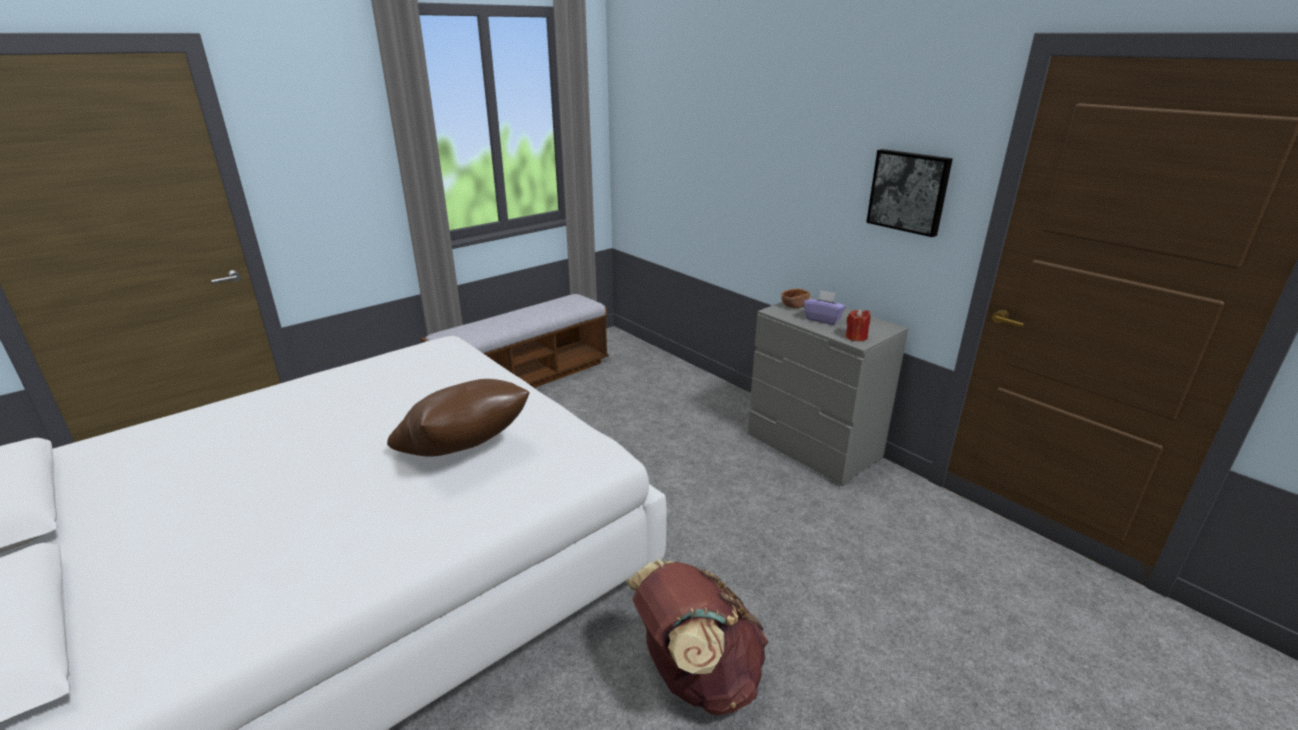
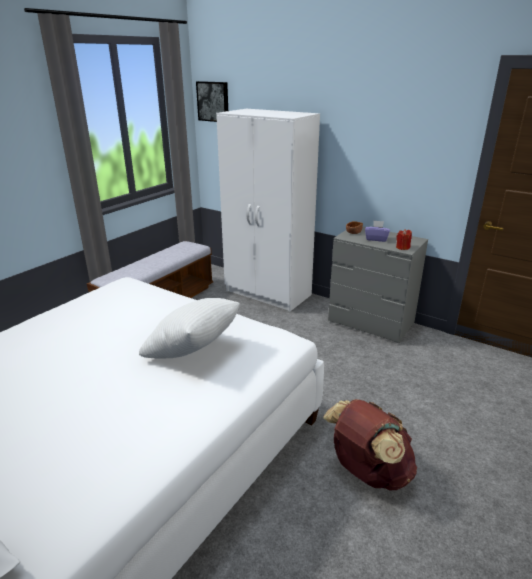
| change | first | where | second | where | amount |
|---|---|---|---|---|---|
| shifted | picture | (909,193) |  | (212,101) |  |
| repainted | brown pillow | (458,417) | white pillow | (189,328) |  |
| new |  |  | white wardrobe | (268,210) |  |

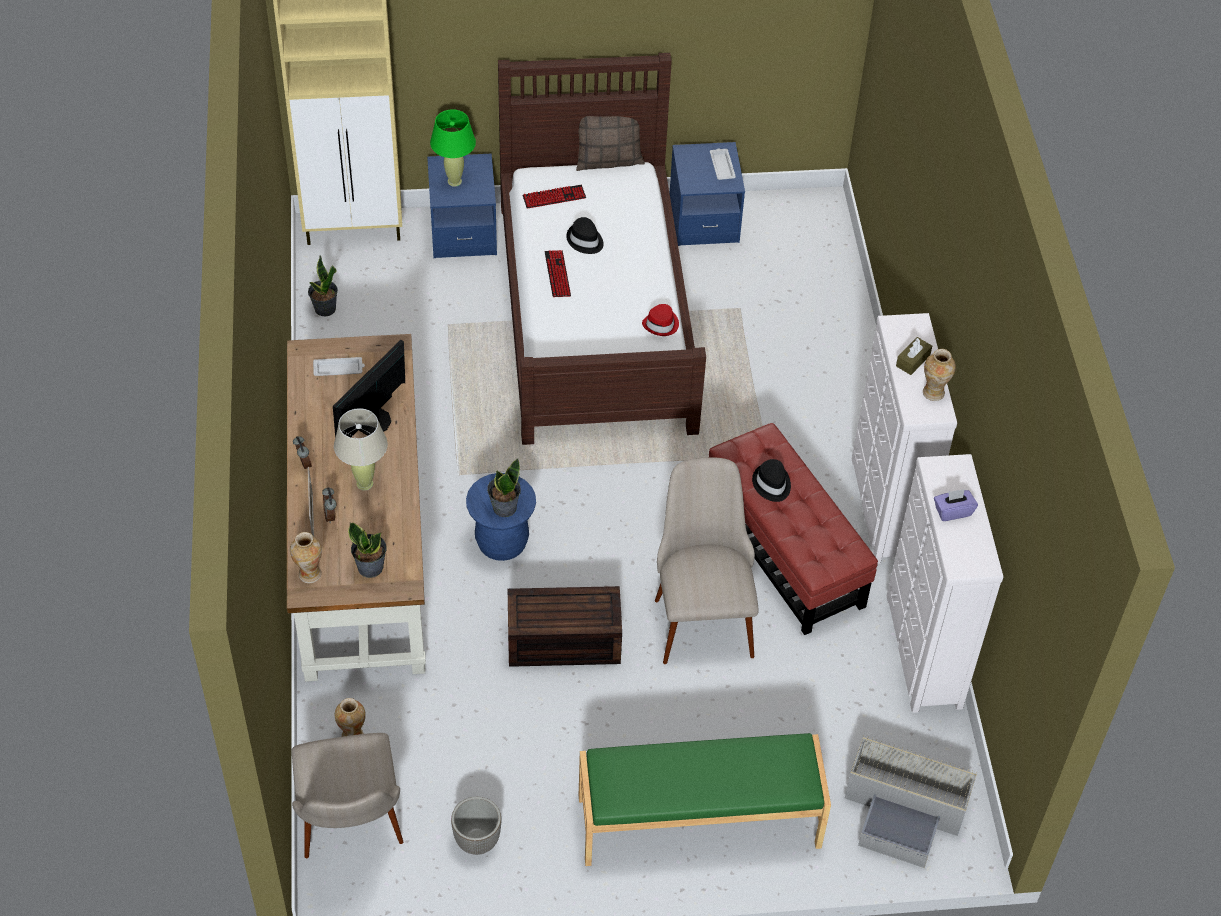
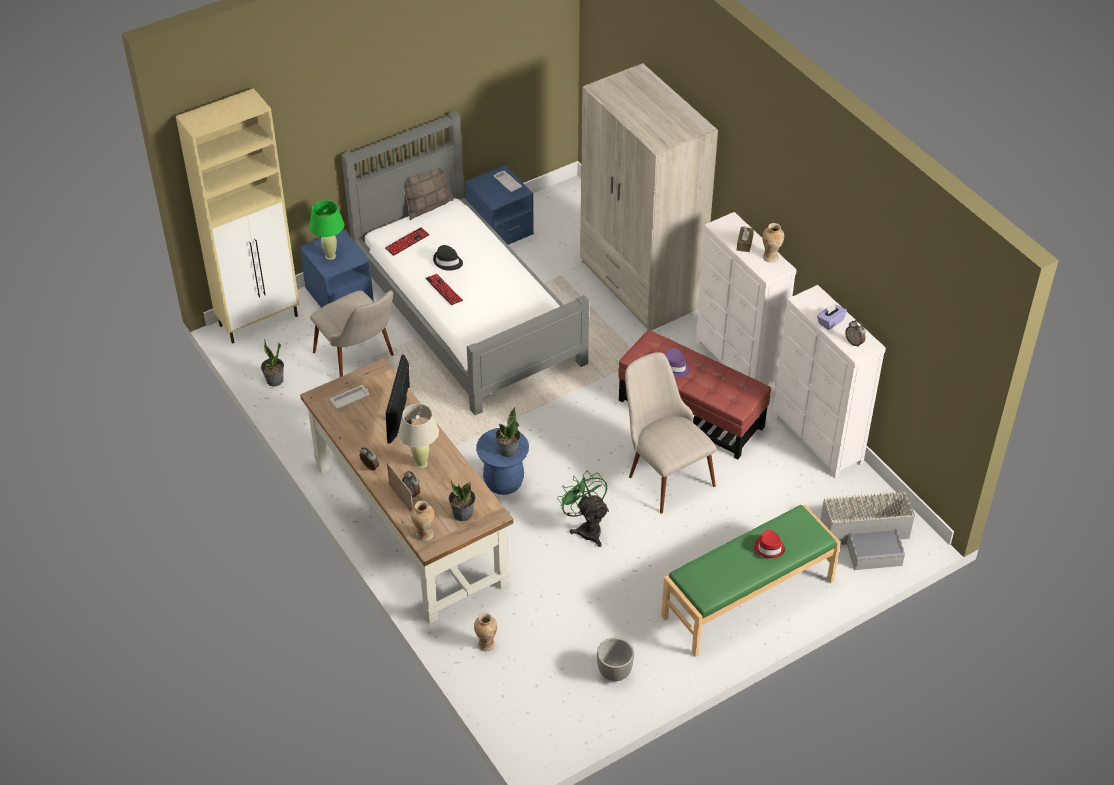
| change | first | where | second | where | amount |
|---|---|---|---|---|---|
| repainted | brown bed | (602,249) | grey bed | (465,263) |  |
| shifted | red hat | (660,320) |  | (769,544) |  |
| repainted | black hat | (771,480) | purple hat | (677,362) |  |
| swapped | brown storage box | (565,626) | green fan | (583,509) |  |
| shifted | beige chair | (347,795) |  | (352,333) |  |
| new |  |  | beige wardrobe | (649,197) |  |
| new |  |  | alarm clock | (855,333) |  |

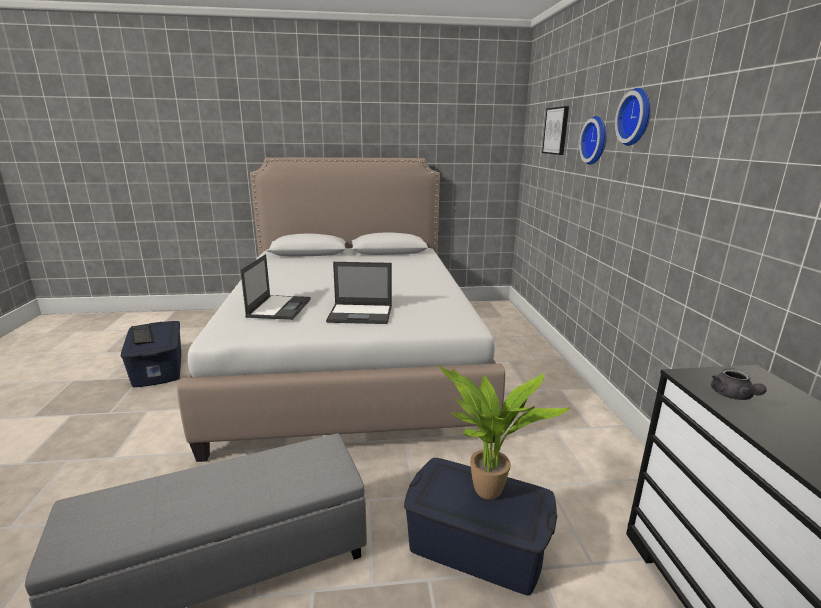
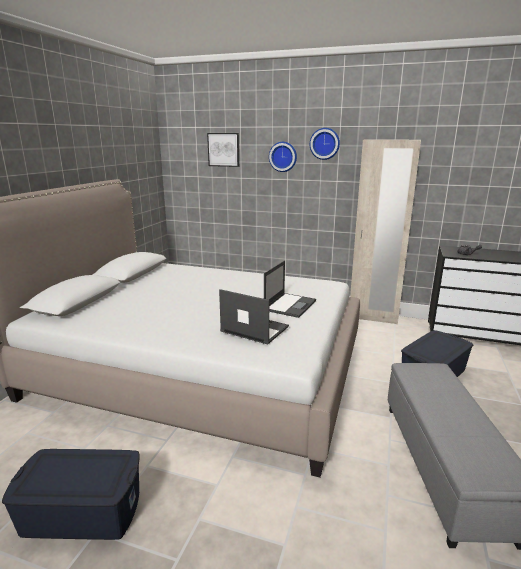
| change | first | where | second | where | amount |
|---|---|---|---|---|---|
| gone | keyboard | (143,335) |  |  |  |
| gone | potted plant | (504,432) |  |  |  |
| new |  |  | beige wardrobe | (385,231) |  |

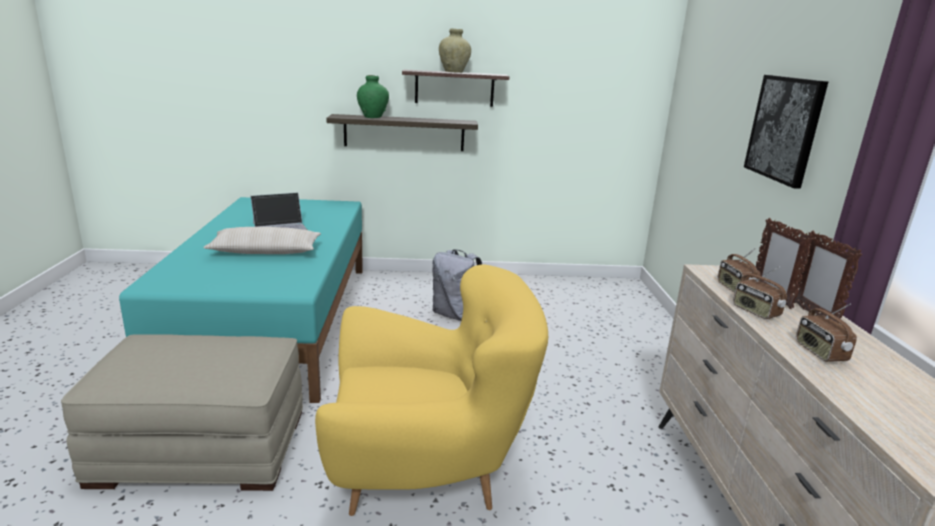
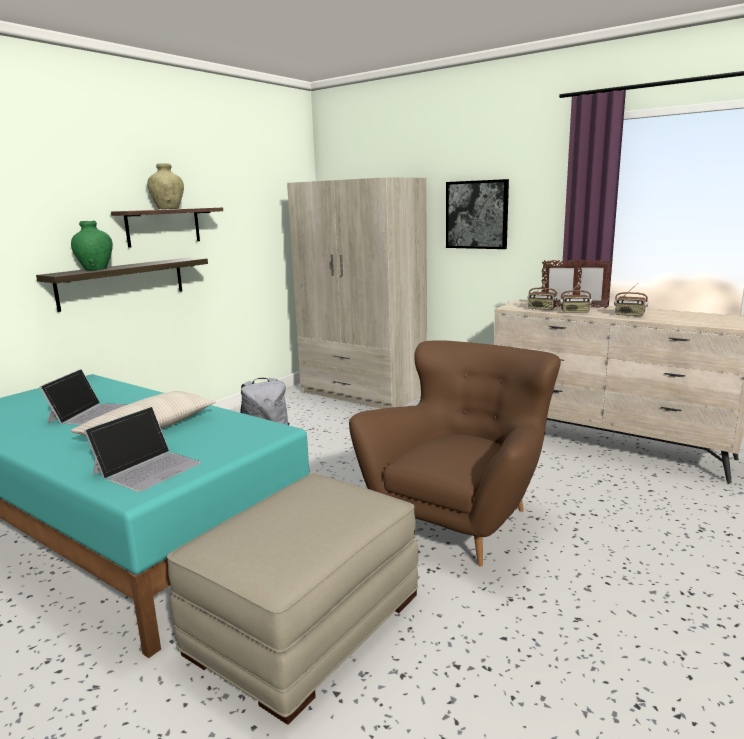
| change | first | where | second | where | amount |
|---|---|---|---|---|---|
| repainted | yellow armchair | (431,390) | brown armchair | (455,453) |  |
| new |  |  | beige wardrobe | (357,293) |  |
| new |  |  | laptop | (142,449) |  |

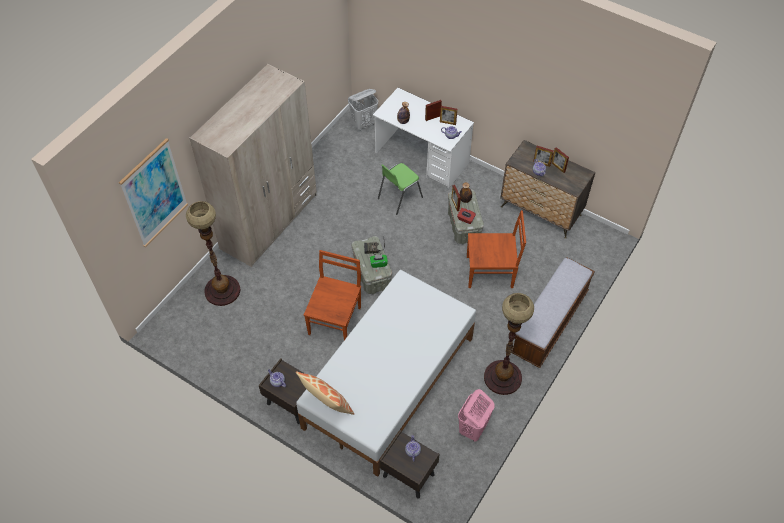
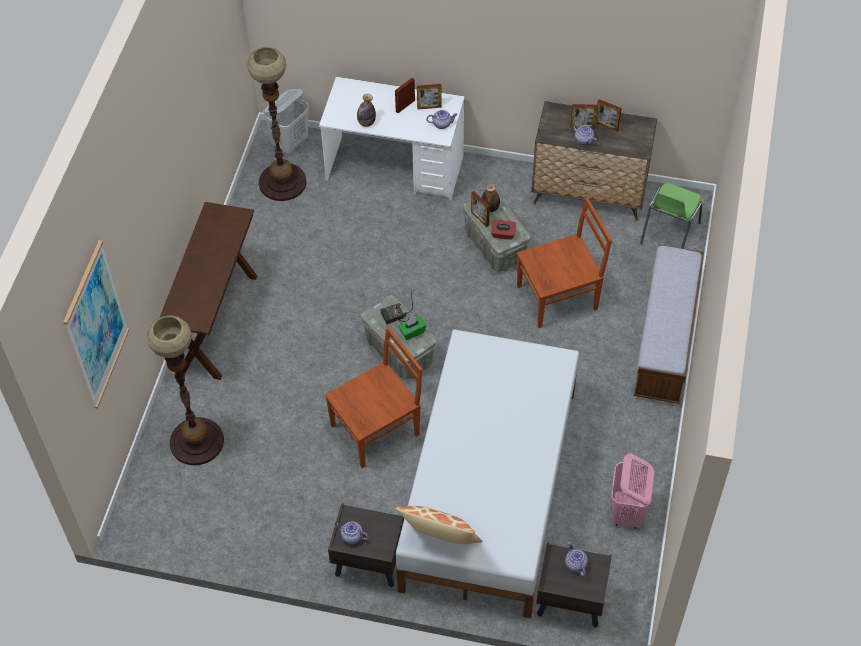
| change | first | where | second | where | amount |
|---|---|---|---|---|---|
| swapped | beige wardrobe | (253,165) | brown console table | (208,291) |  |
| shifted | green chair | (400,189) |  | (671,215) |  |
| rotated | brown chair | (332,295) |  | (373,397) | 60 degrees clockwise |
| shifted | floor lamp | (509,344) |  | (277,124) |  |

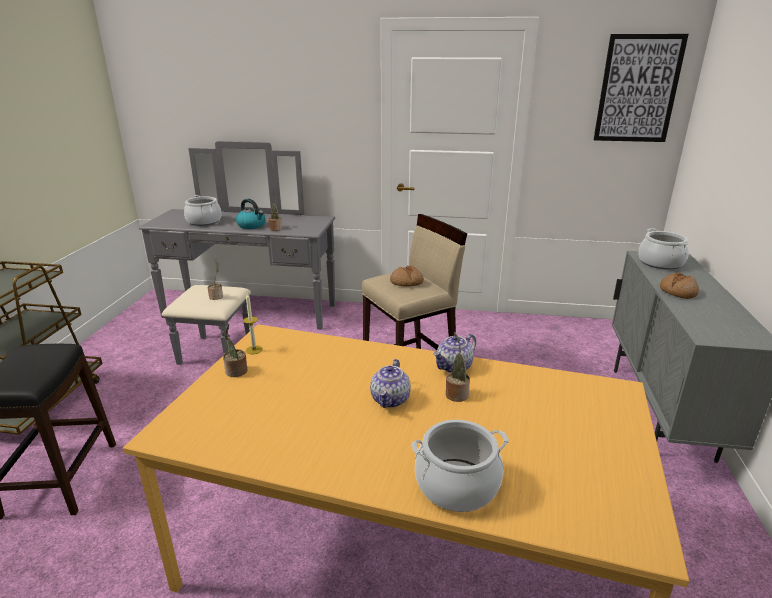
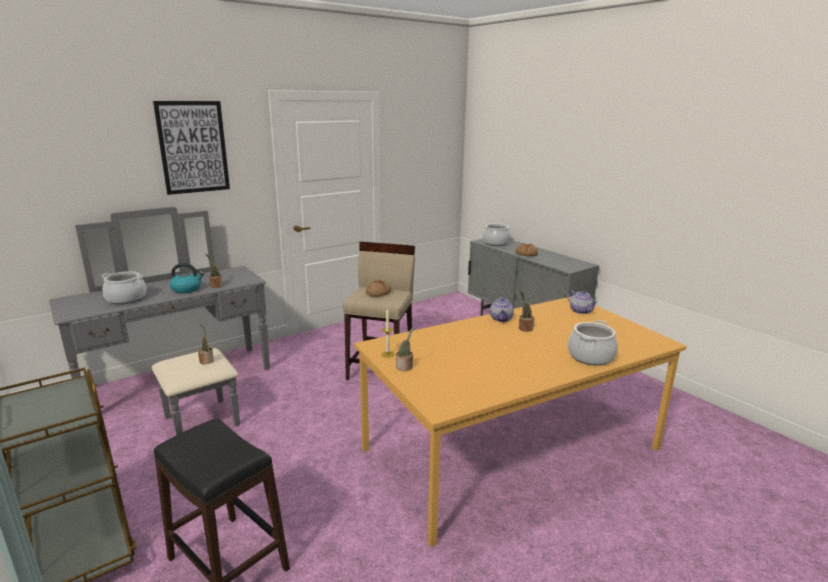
| change | first | where | second | where | amount |
|---|---|---|---|---|---|
| shifted | picture | (641,88) |  | (191,148) |  |
| shifted | teapot | (390,383) |  | (582,302) |  |

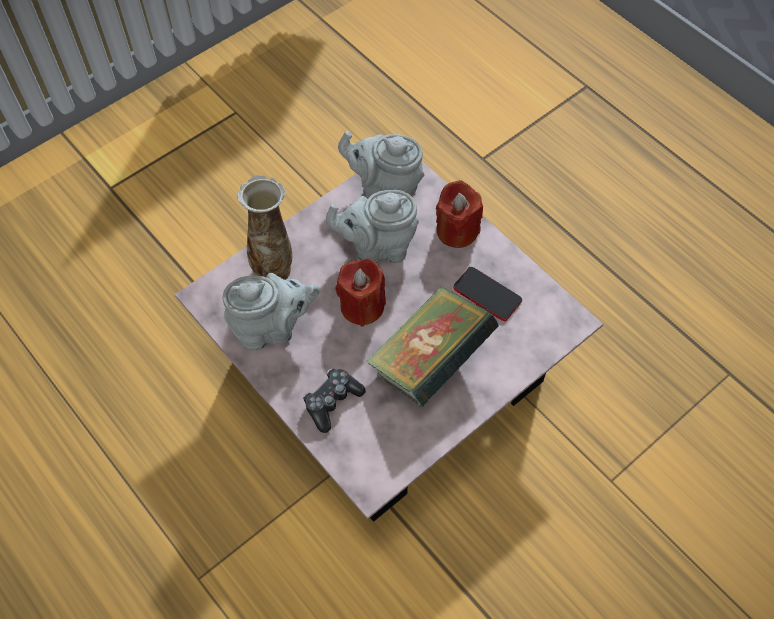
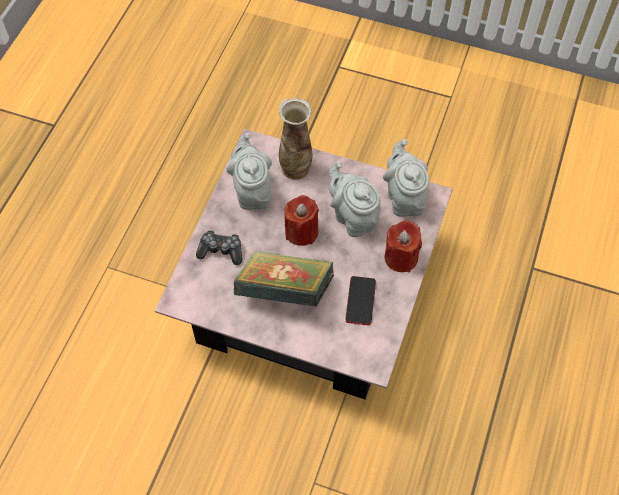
| change | first | where | second | where | amount |
|---|---|---|---|---|---|
| rotated | grey teapot | (271,312) |  | (249,171) | 150 degrees counterclockwise |

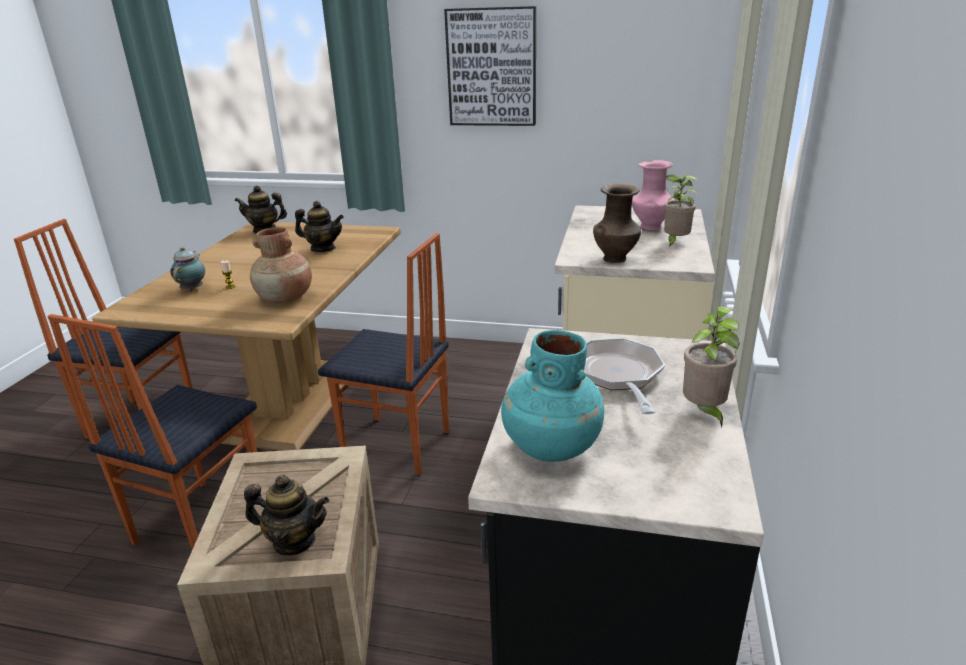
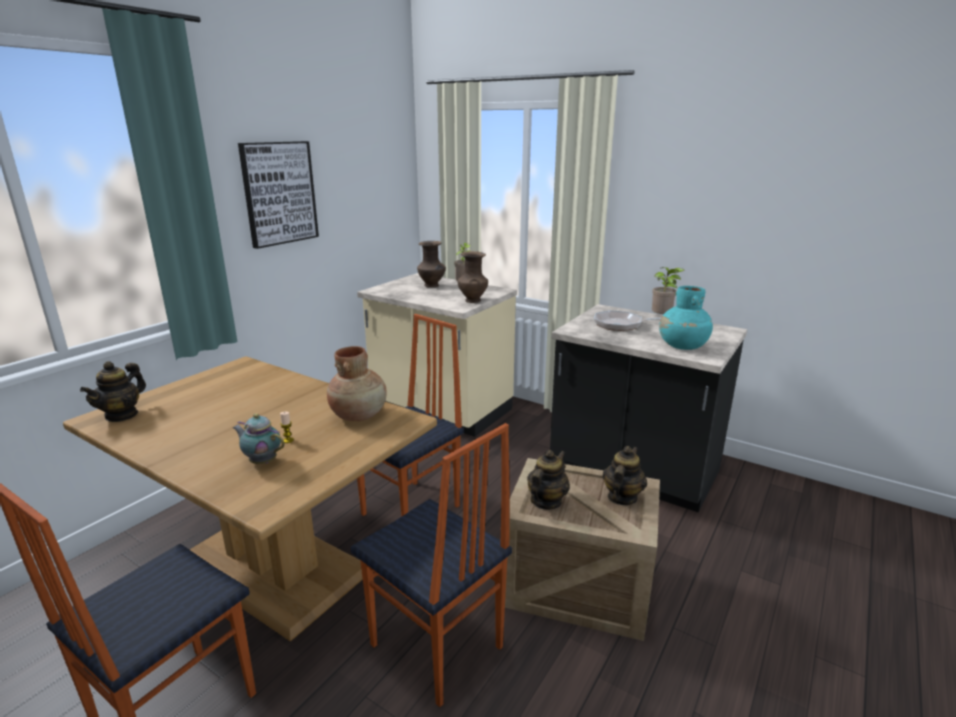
| change | first | where | second | where | amount |
|---|---|---|---|---|---|
| repainted | pink vase | (653,195) | brown vase | (431,264) |  |
| shifted | teapot | (319,226) |  | (548,480) |  |

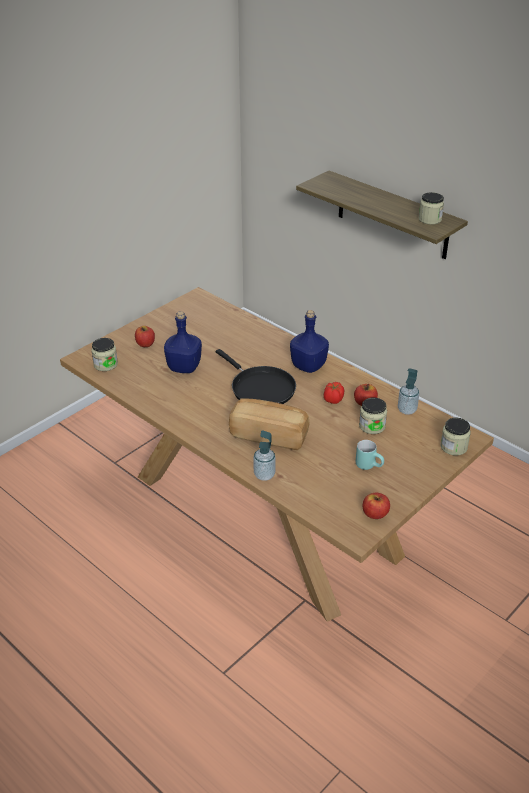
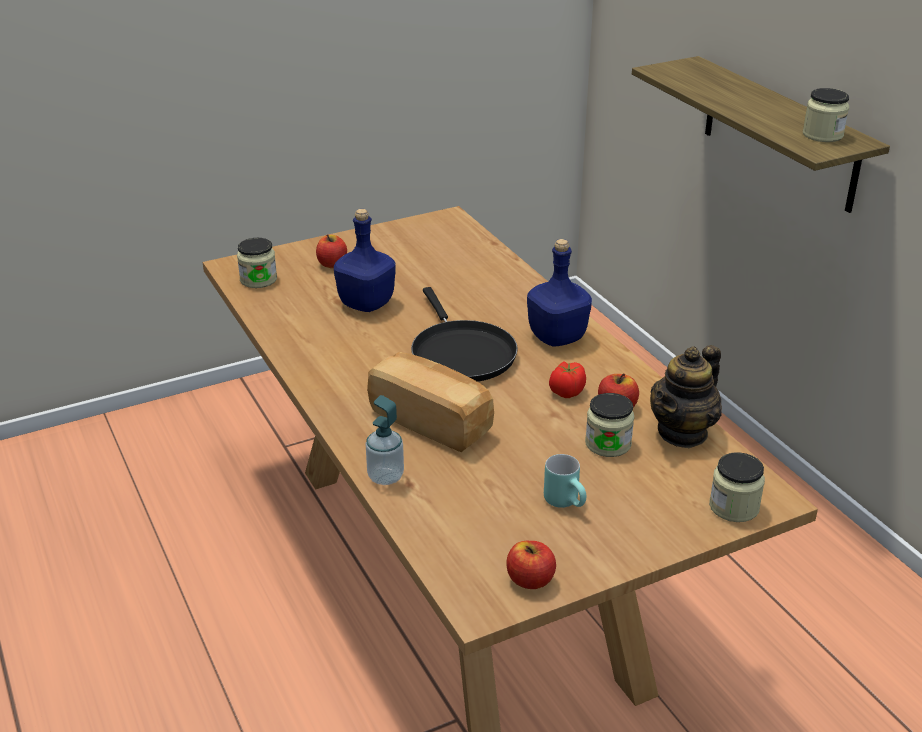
| change | first | where | second | where | amount |
|---|---|---|---|---|---|
| swapped | soap dispenser | (408,391) | teapot | (686,396) |  |

